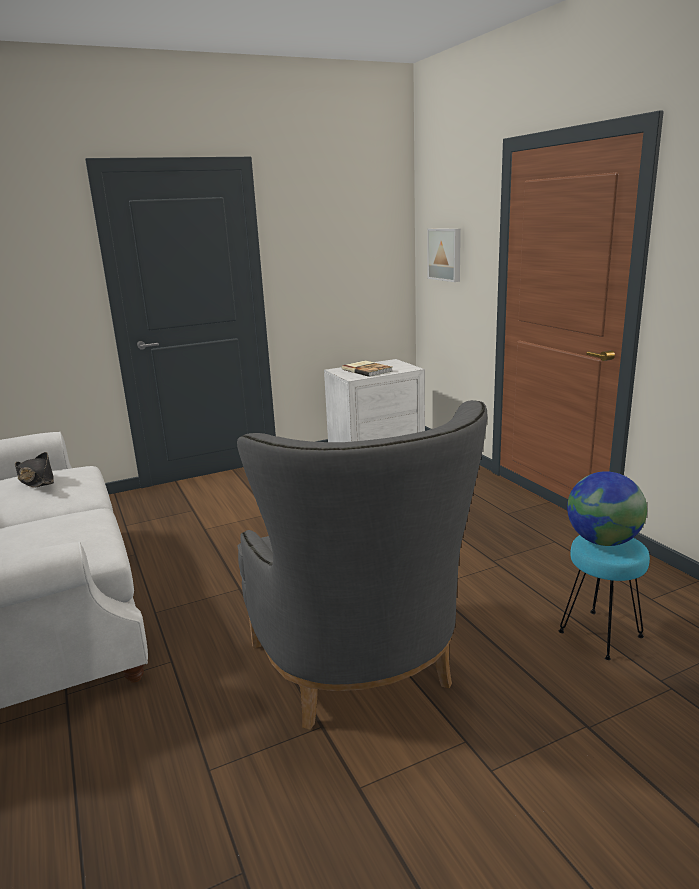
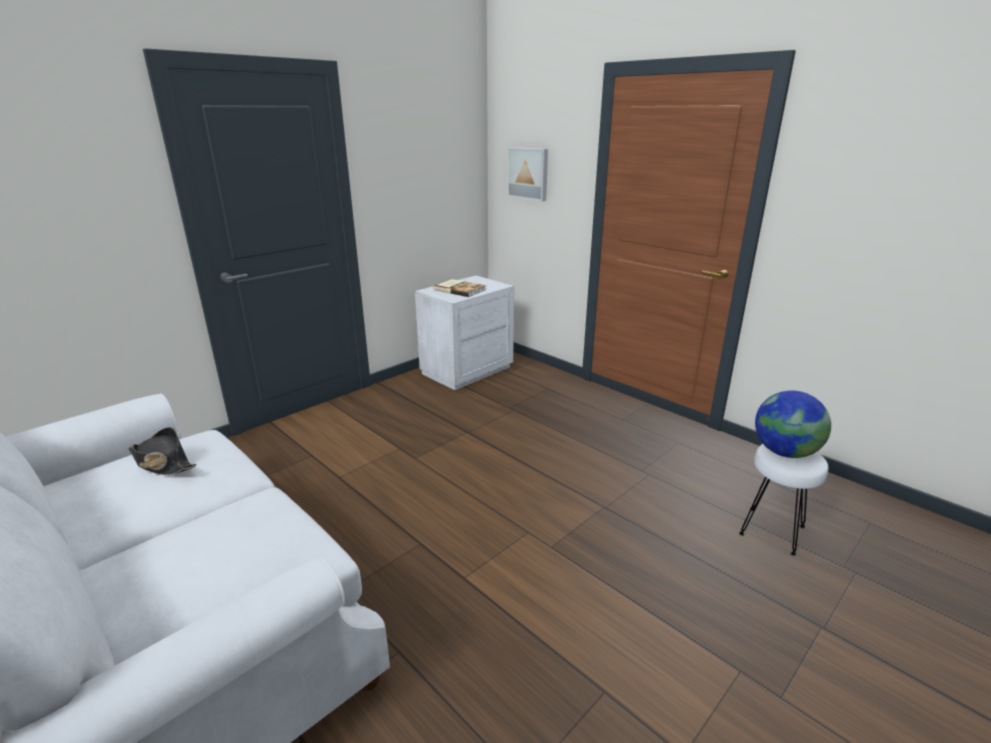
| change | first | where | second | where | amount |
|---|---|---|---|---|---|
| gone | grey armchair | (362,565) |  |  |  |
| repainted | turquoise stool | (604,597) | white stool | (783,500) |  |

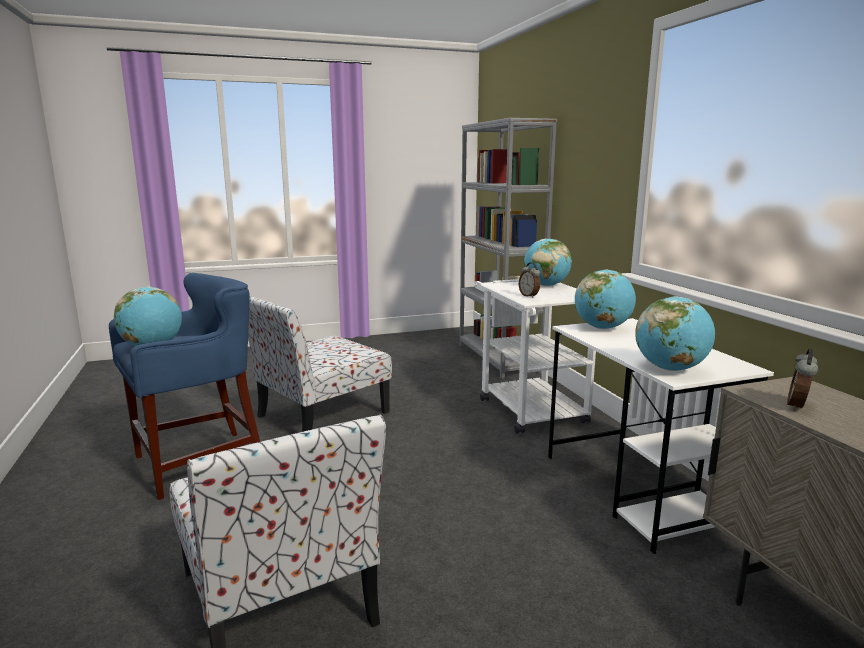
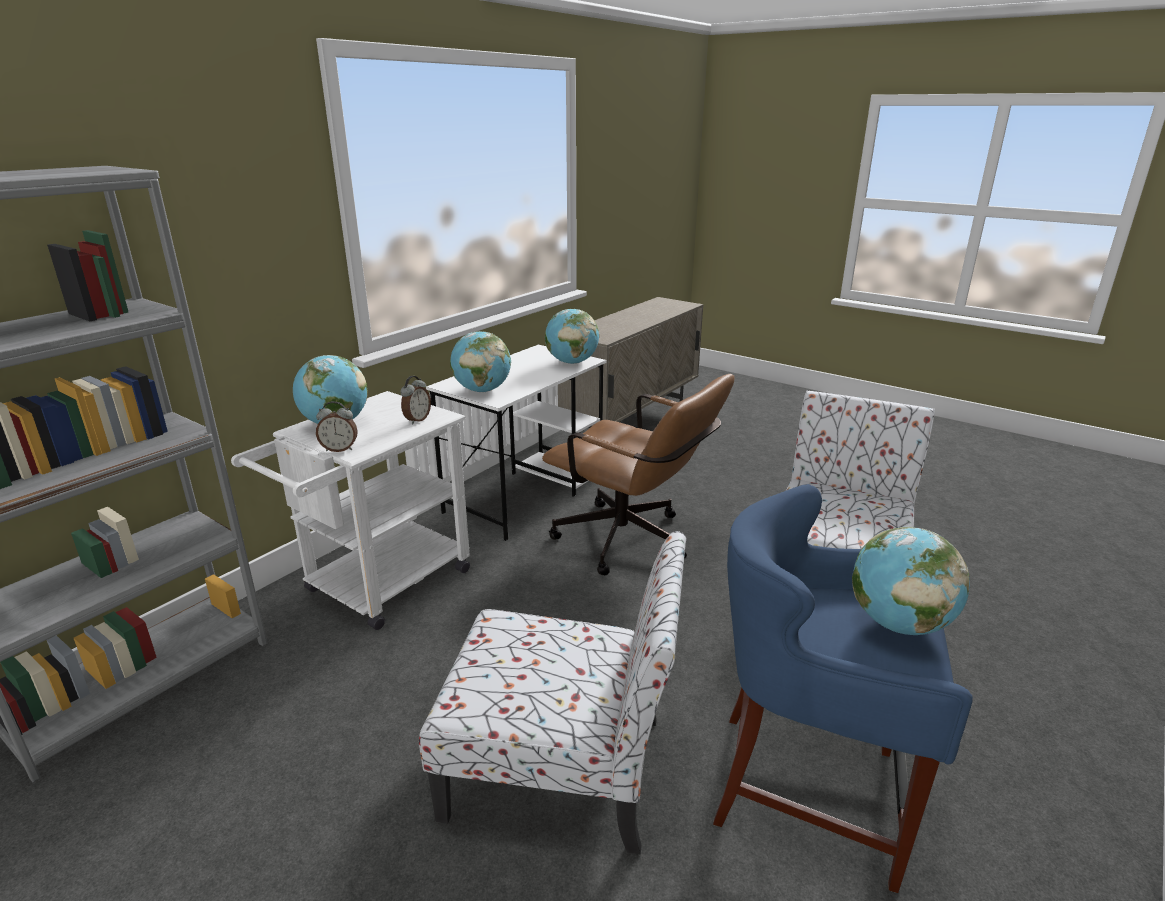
| change | first | where | second | where | amount |
|---|---|---|---|---|---|
| shifted | alarm clock | (802,380) |  | (337,426) |  |
| new |  |  | brown office chair | (638,474) |  |

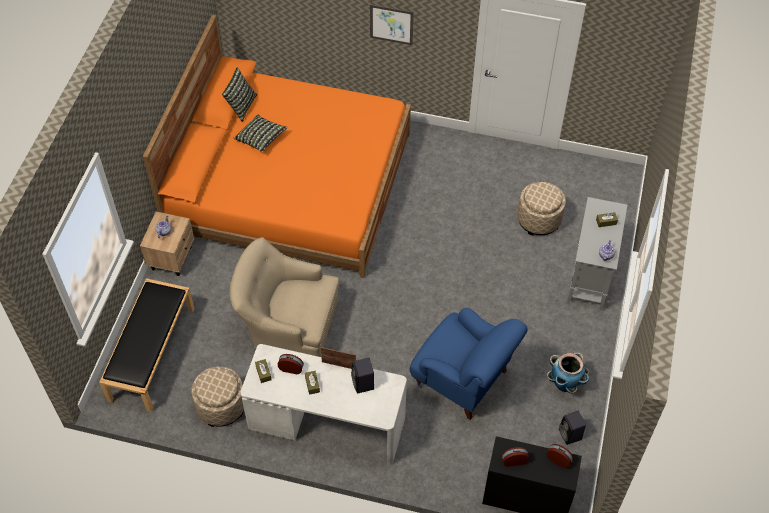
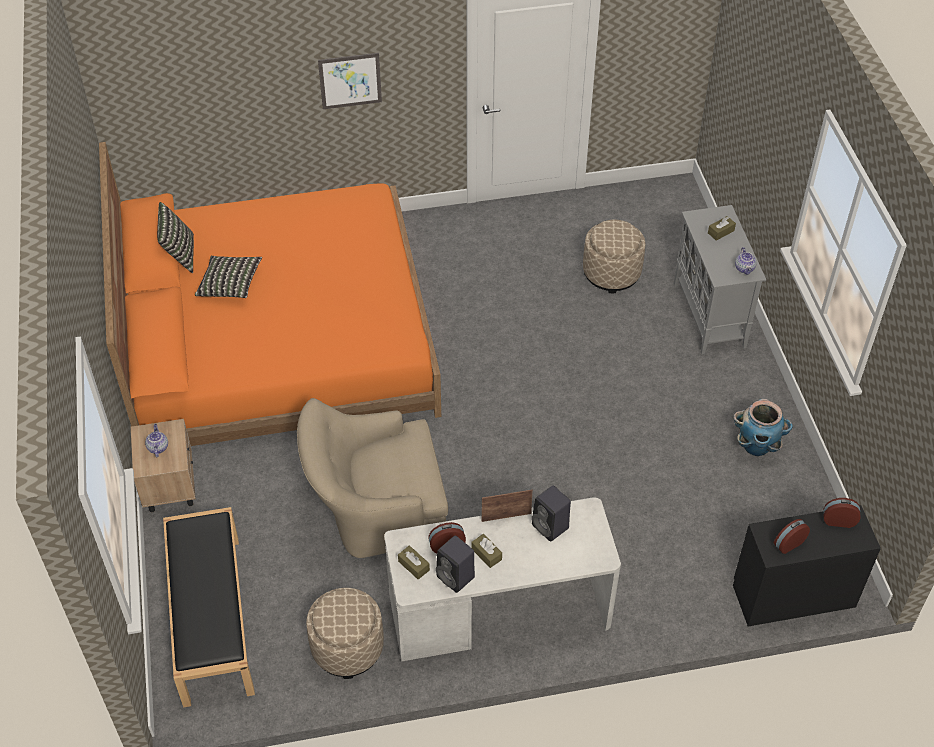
| change | first | where | second | where | amount |
|---|---|---|---|---|---|
| gone | blue armchair | (469,364) |  |  |  |
| shifted | black speaker | (572,428) |  | (455,564) |  |

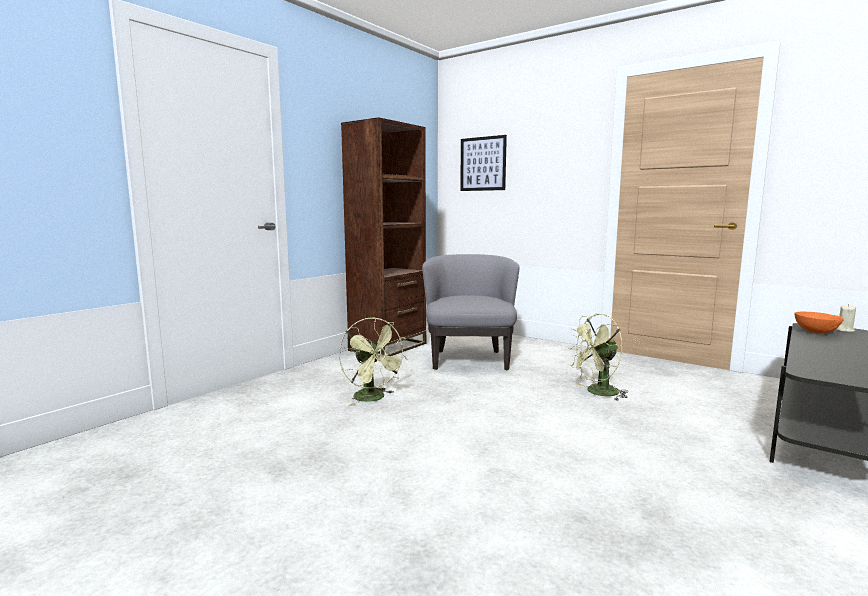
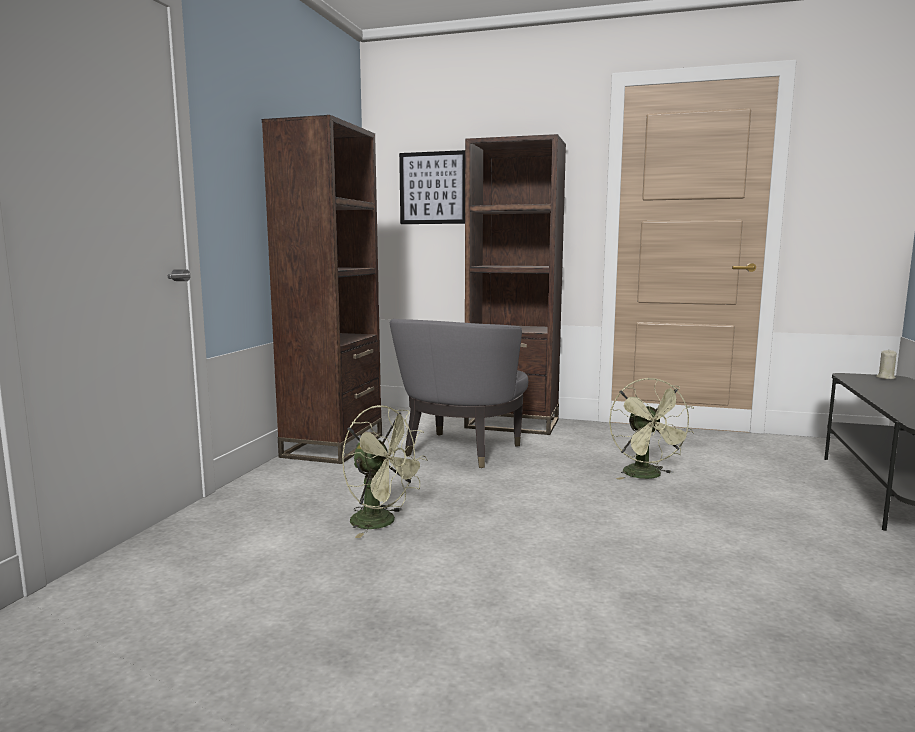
| change | first | where | second | where | amount |
|---|---|---|---|---|---|
| rotated | grey armchair | (470,312) |  | (459,393) | 135 degrees counterclockwise |
| gone | orange bowl | (819,322) |  |  |  |
| rotated | green fan | (598,357) |  | (651,429) | 60 degrees counterclockwise |
| new |  |  | brown bookcase | (515,284) |  |

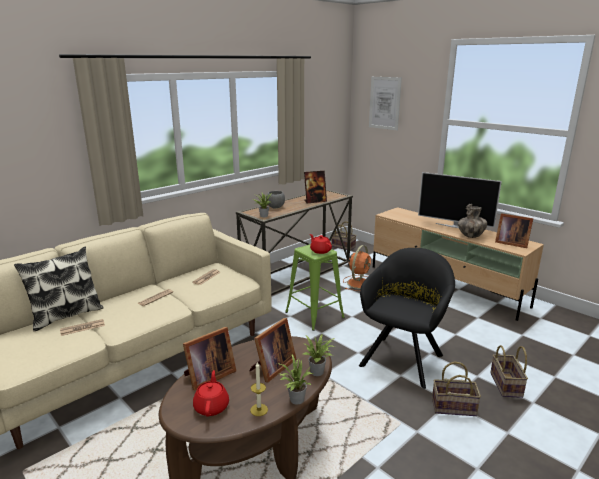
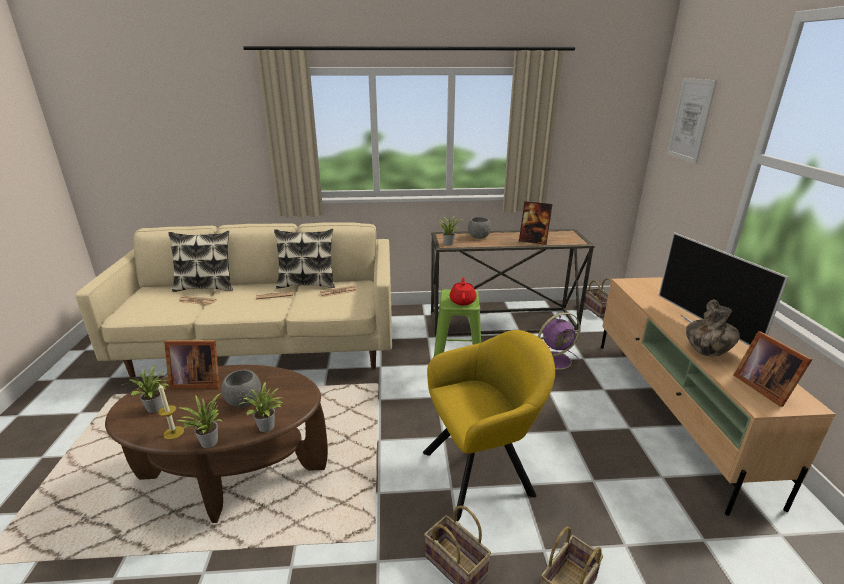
| change | first | where | second | where | amount |
|---|---|---|---|---|---|
| repainted | orange fan | (357,268) | purple fan | (559,343) |  |
| repainted | black armchair | (407,318) | yellow armchair | (489,425) |  |
| swapped | picture frame | (273,350) | grey bowl | (241,388) |  |
| swapped | red teapot | (211,393) | potted plant | (145,389) |  |
| new |  |  | pillow | (304,259) |  |

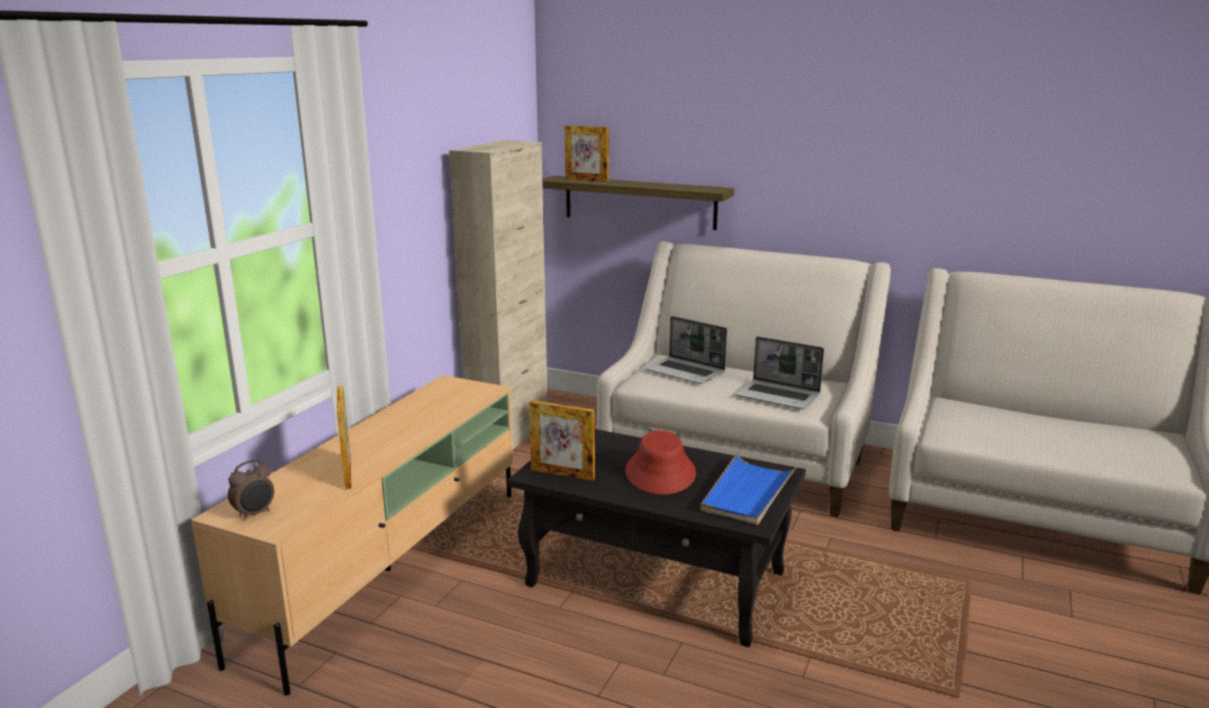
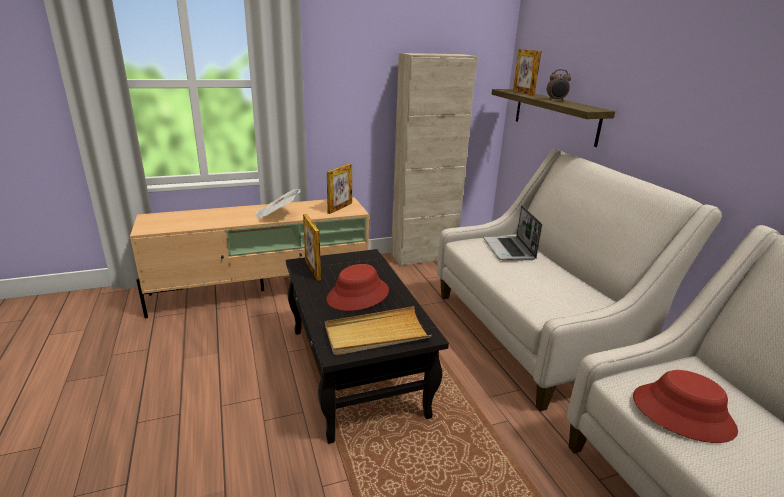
| change | first | where | second | where | amount |
|---|---|---|---|---|---|
| gone | laptop | (780,372) |  |  |  |
| shifted | picture frame | (344,437) |  | (339,188) |  |
| repainted | blue tray | (749,489) | beige tray | (378,330) |  |
| shifted | alarm clock | (251,490) |  | (559,85) |  |
| new |  |  | newspaper | (277,204) |  |
| new |  |  | red hat | (685,406) |  |

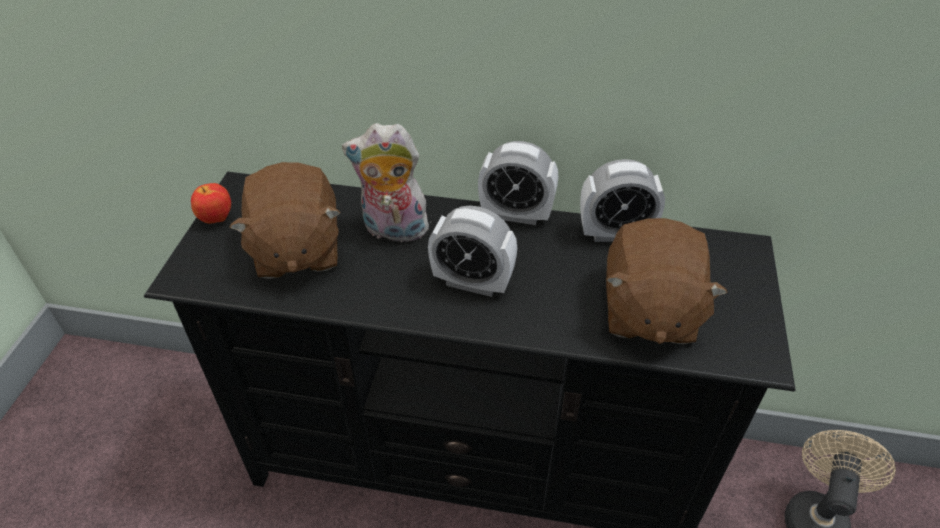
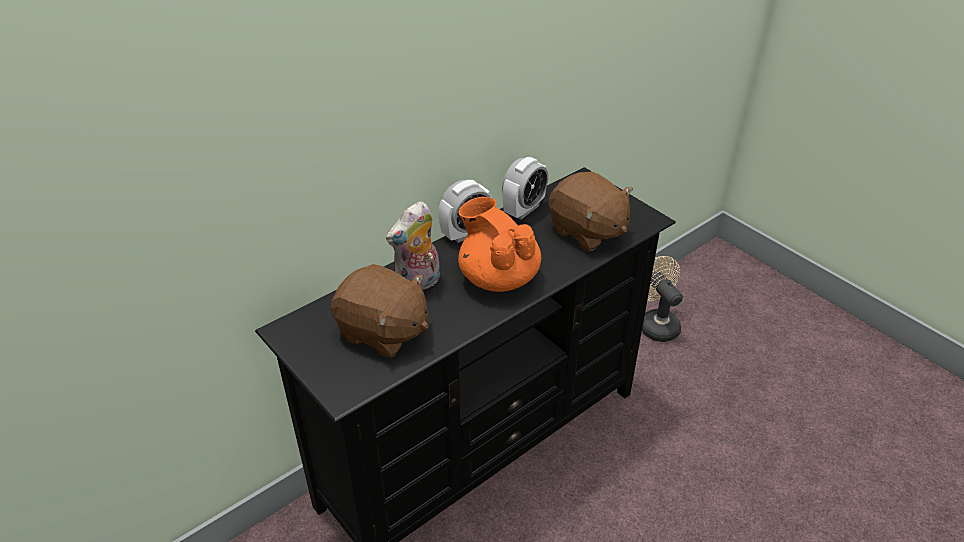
| change | first | where | second | where | amount |
|---|---|---|---|---|---|
| gone | apple | (211,203) |  |  |  |
| swapped | alarm clock | (472,251) | orange teapot | (499,244) |  |

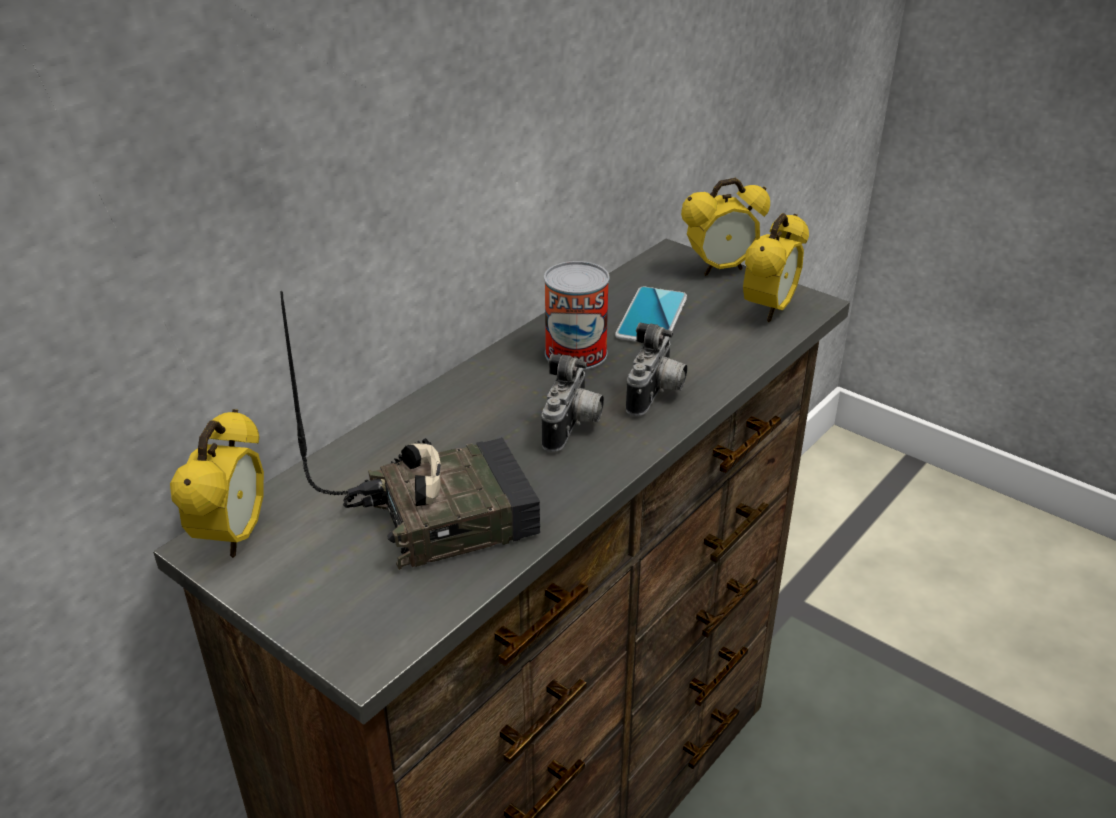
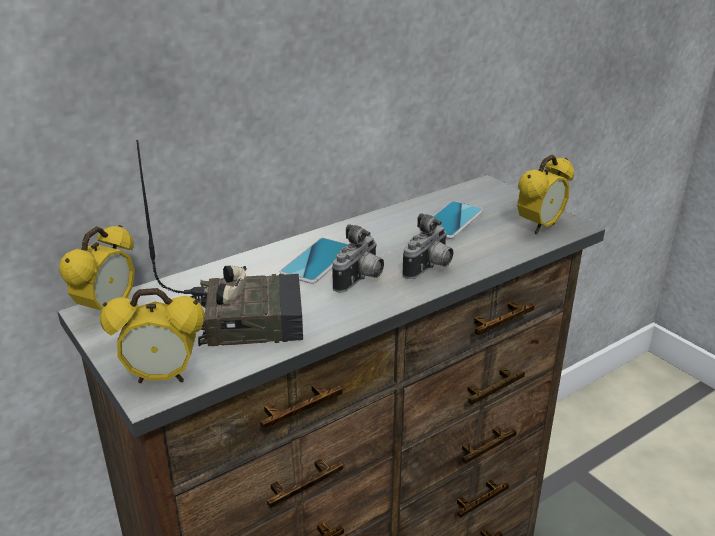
| change | first | where | second | where | amount |
|---|---|---|---|---|---|
| shifted | alarm clock | (725,227) |  | (152,335) |  |
| gone | can | (577,315) |  |  |  |
| new |  |  | phone | (314,261) |  |

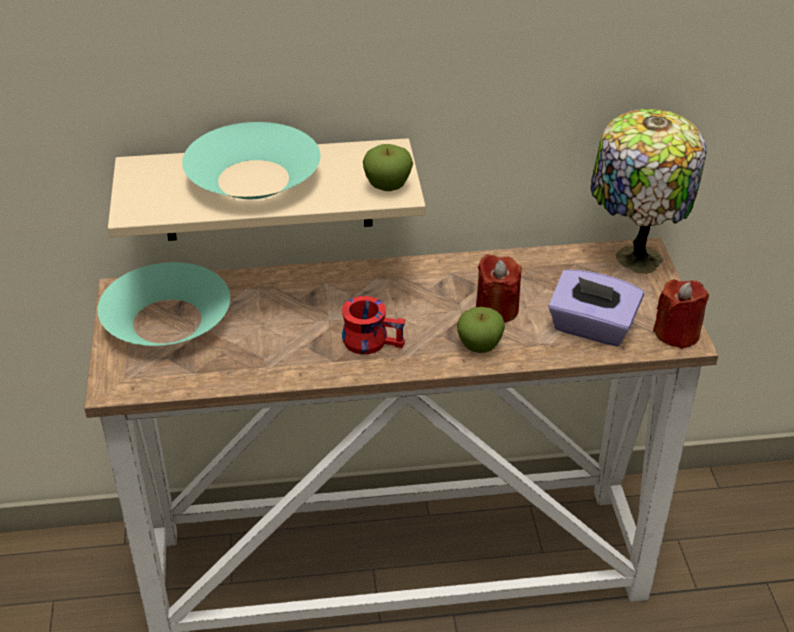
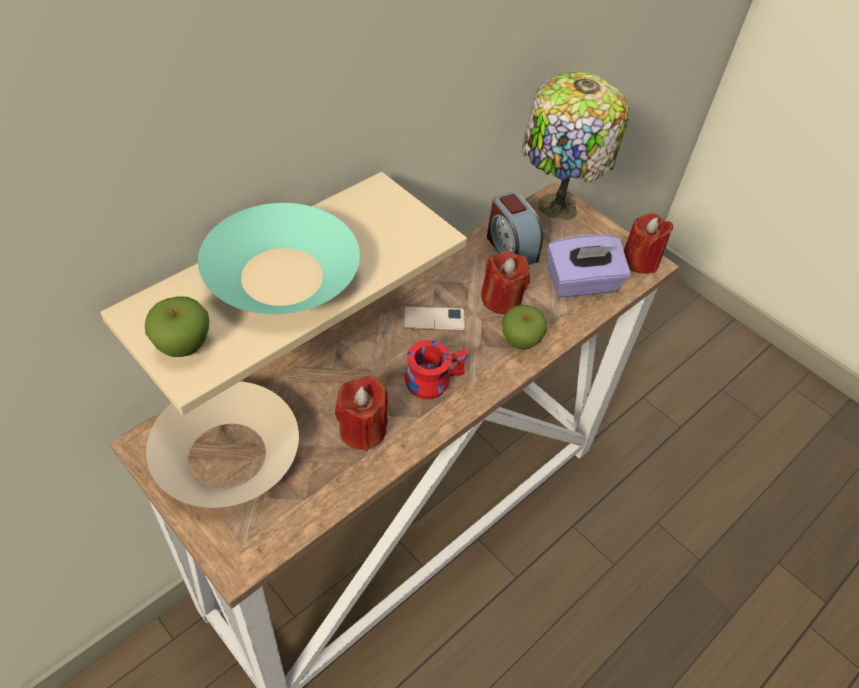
| change | first | where | second | where | amount |
|---|---|---|---|---|---|
| shifted | apple | (388,167) |  | (177,327) |  |
| repainted | turquoise bowl | (164,304) | beige bowl | (222,444) |  |
| new |  |  | alarm clock | (515,228) |  |
| new |  |  | phone | (434,318) |  |
| new |  |  | red candle | (361,413) |  |

